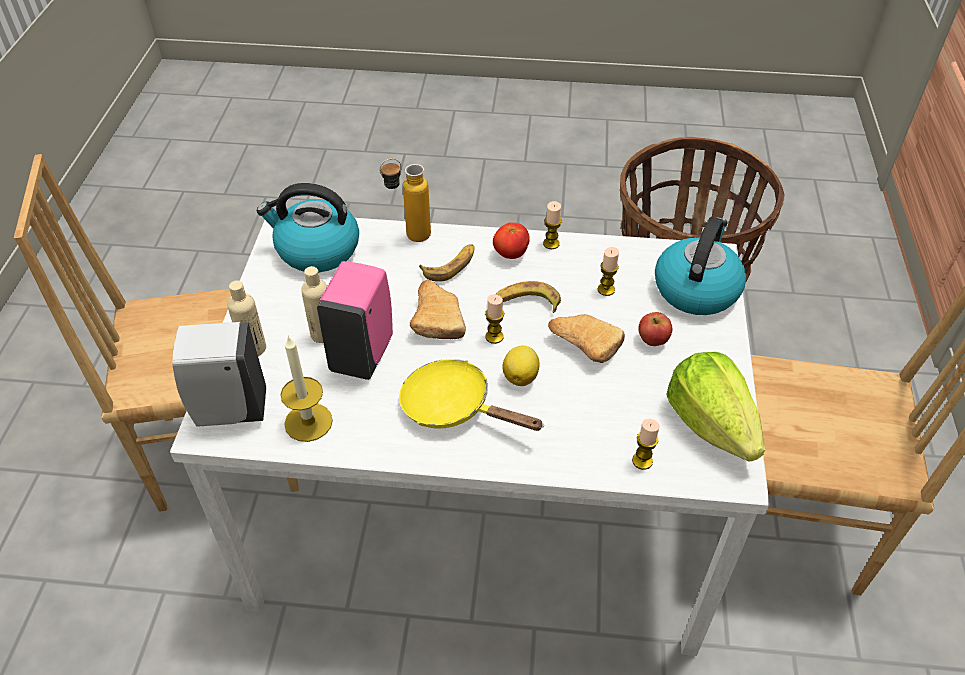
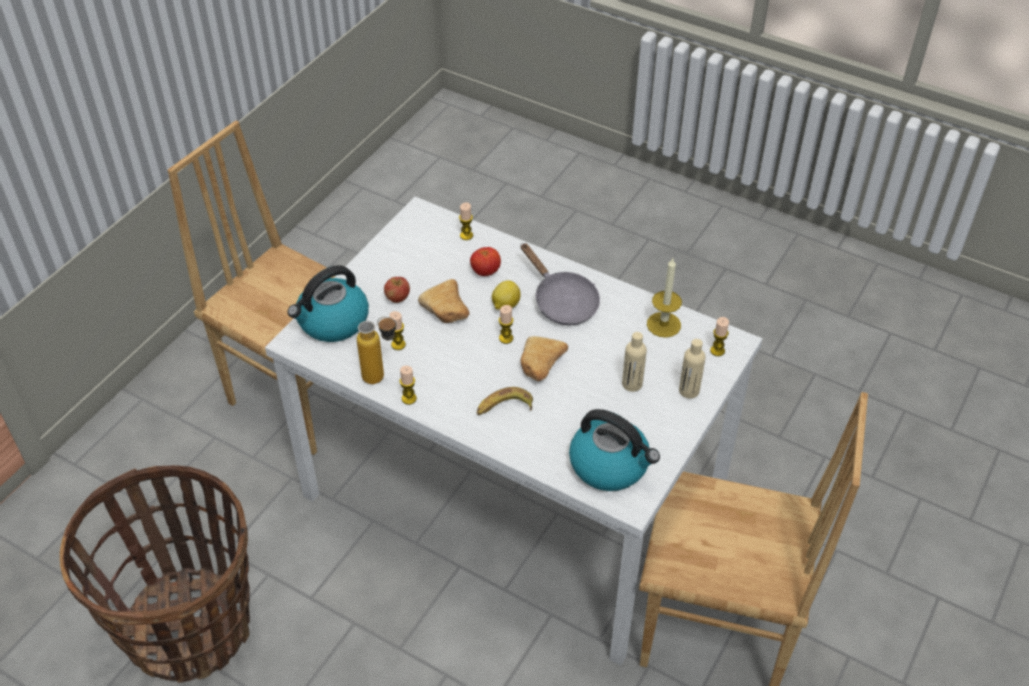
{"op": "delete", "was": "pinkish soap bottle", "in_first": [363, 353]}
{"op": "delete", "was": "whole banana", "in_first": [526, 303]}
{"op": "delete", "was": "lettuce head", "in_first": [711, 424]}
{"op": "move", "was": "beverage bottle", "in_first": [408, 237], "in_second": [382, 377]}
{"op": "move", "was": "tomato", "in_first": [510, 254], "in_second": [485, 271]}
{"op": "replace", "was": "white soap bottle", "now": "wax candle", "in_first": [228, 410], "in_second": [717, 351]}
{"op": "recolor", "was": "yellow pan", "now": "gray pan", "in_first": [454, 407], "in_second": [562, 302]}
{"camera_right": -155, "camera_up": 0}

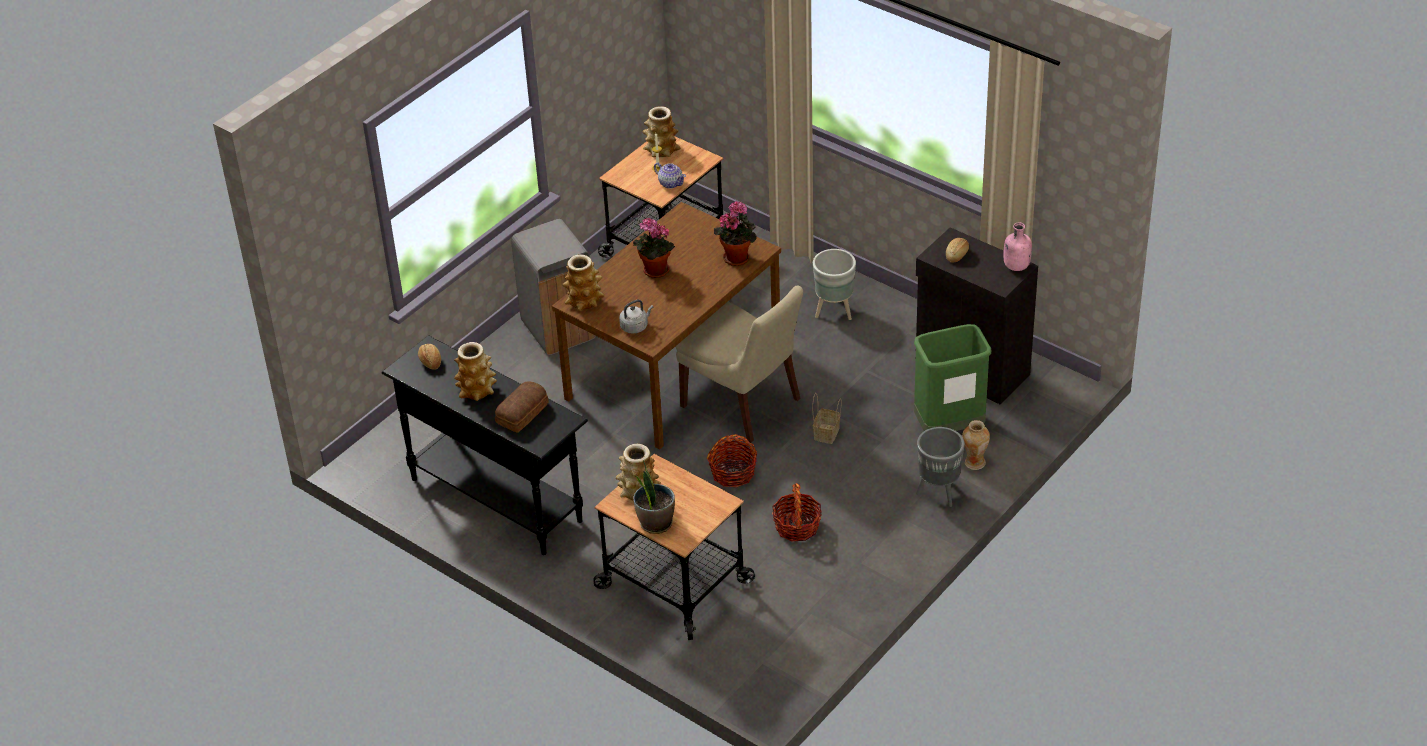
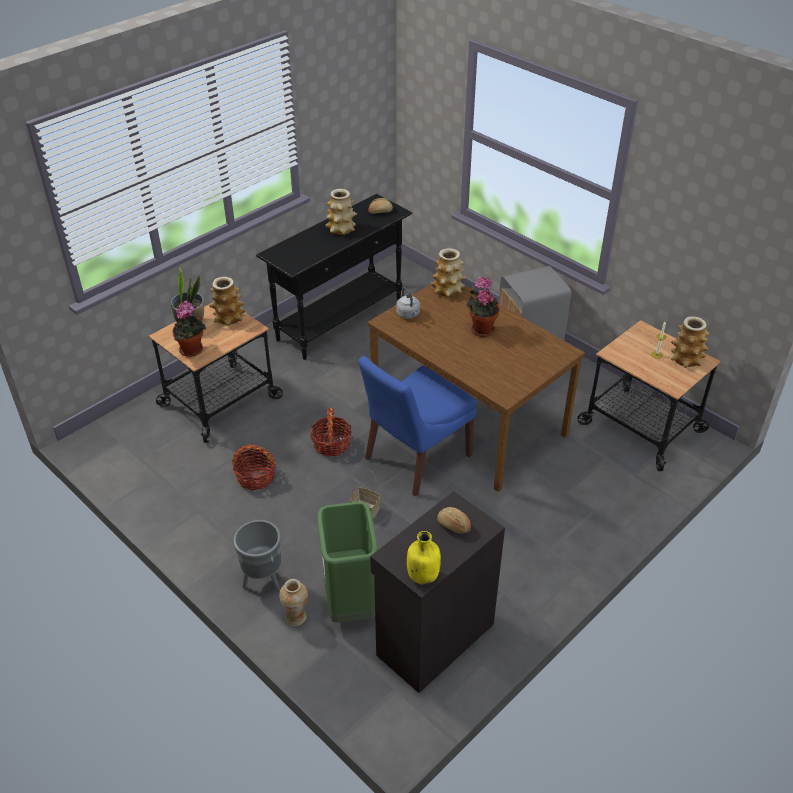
{"op": "delete", "was": "bakery bread", "in_first": [523, 413]}
{"op": "delete", "was": "pot for tea", "in_first": [670, 183]}
{"op": "delete", "was": "gray flower pot", "in_first": [835, 311]}
{"op": "move", "was": "houseplant", "in_first": [737, 257], "in_second": [193, 351]}
{"op": "recolor", "was": "sand-coloured chair", "now": "blue chair", "in_first": [744, 404], "in_second": [415, 459]}
{"op": "recolor", "was": "pinkish beverage bottle", "now": "yellow beverage bottle", "in_first": [1015, 266], "in_second": [423, 575]}
{"camera_right": 95, "camera_up": 0}

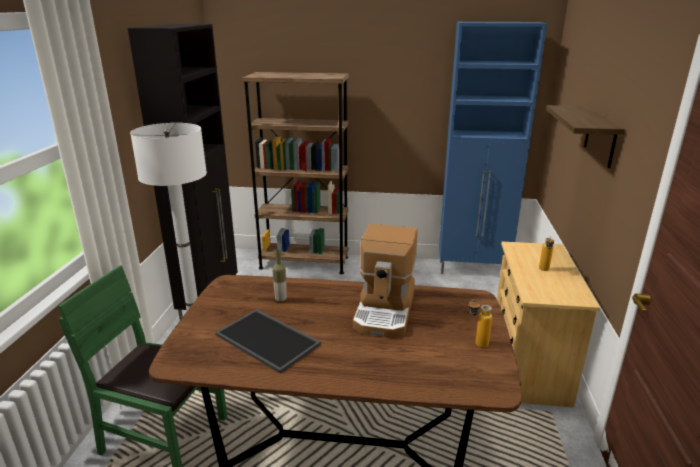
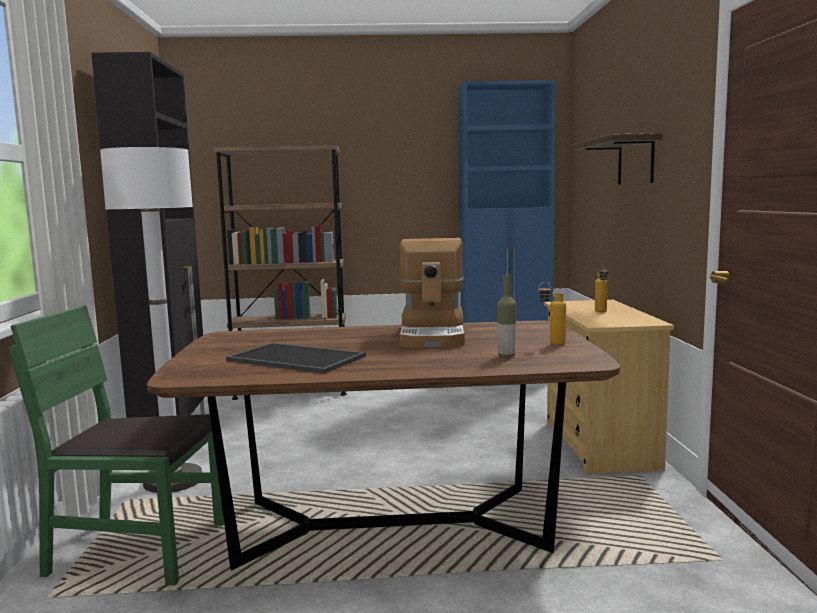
{"op": "move", "was": "beverage bottle", "in_first": [280, 299], "in_second": [506, 356]}
{"camera_right": -10, "camera_up": -15}

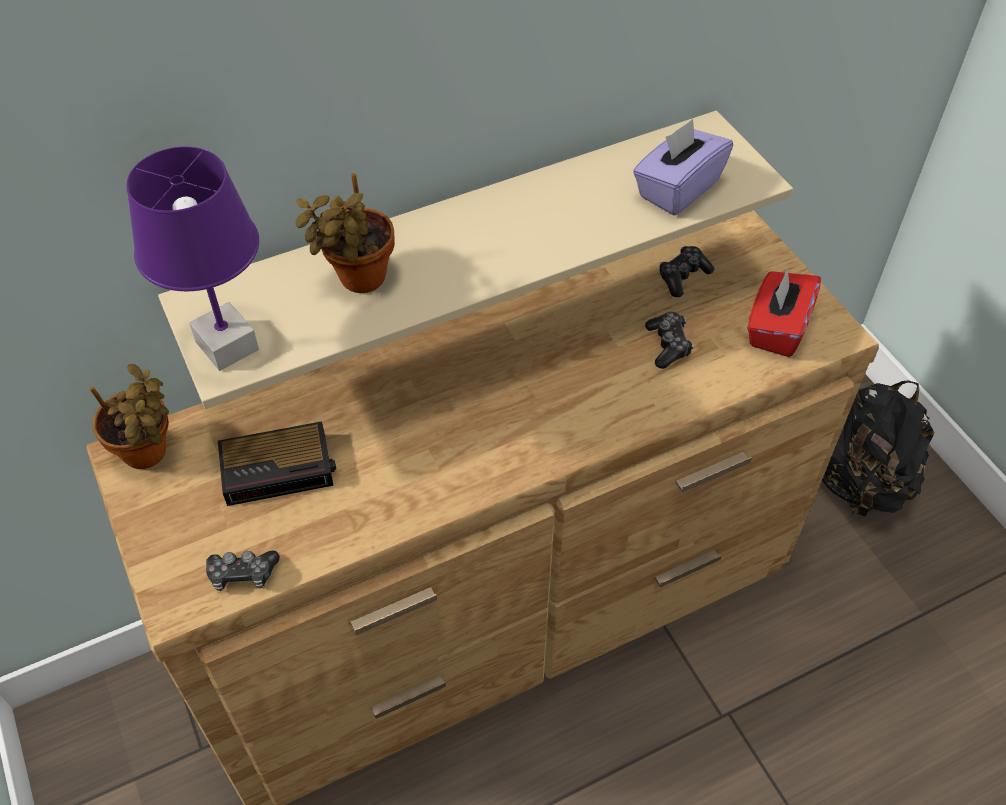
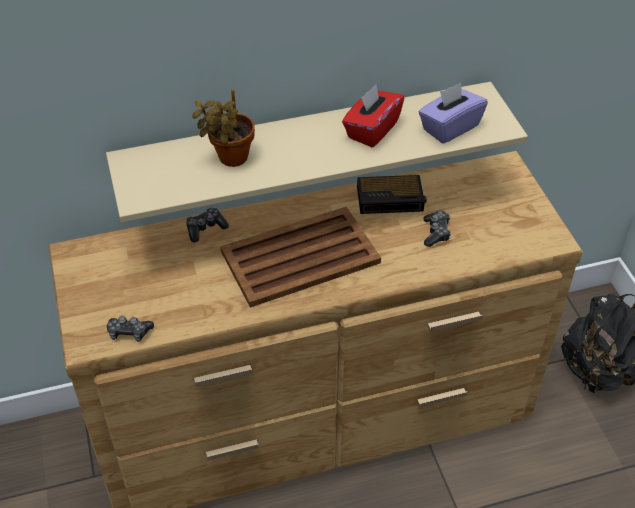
{"op": "delete", "was": "houseplant", "in_first": [149, 454]}
{"op": "delete", "was": "purplish lamp for a table", "in_first": [228, 346]}
{"op": "insert", "now": "brown serving tray", "in_second": [298, 257]}
{"op": "move", "was": "table clock", "in_first": [280, 468], "in_second": [391, 199]}
{"op": "move", "was": "joypad", "in_first": [683, 276], "in_second": [205, 228]}
{"op": "move", "was": "reddish box of tissues", "in_first": [776, 329], "in_second": [371, 130]}
{"camera_right": 10, "camera_up": -5}

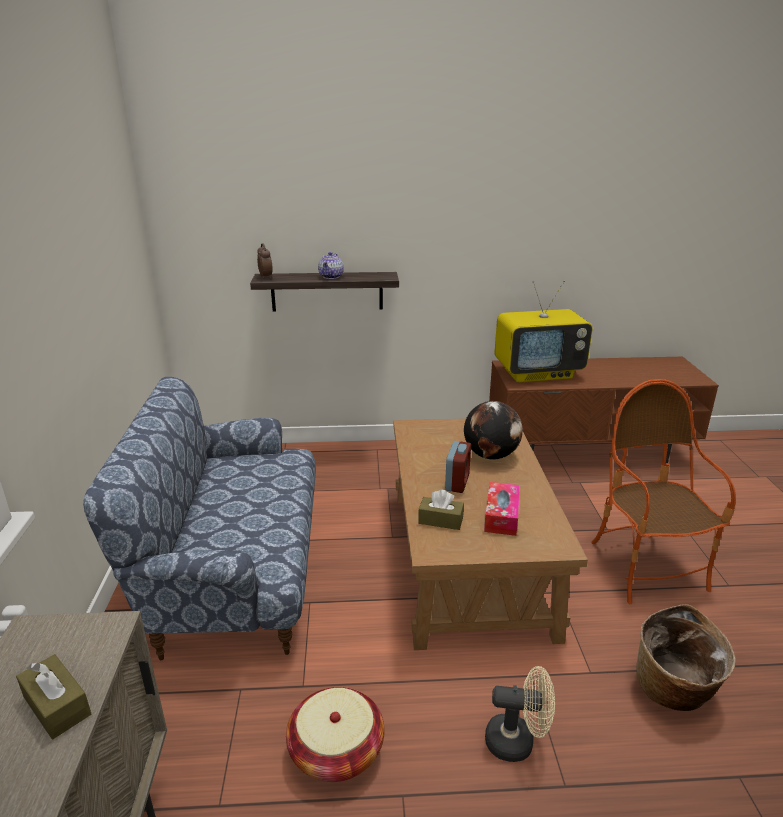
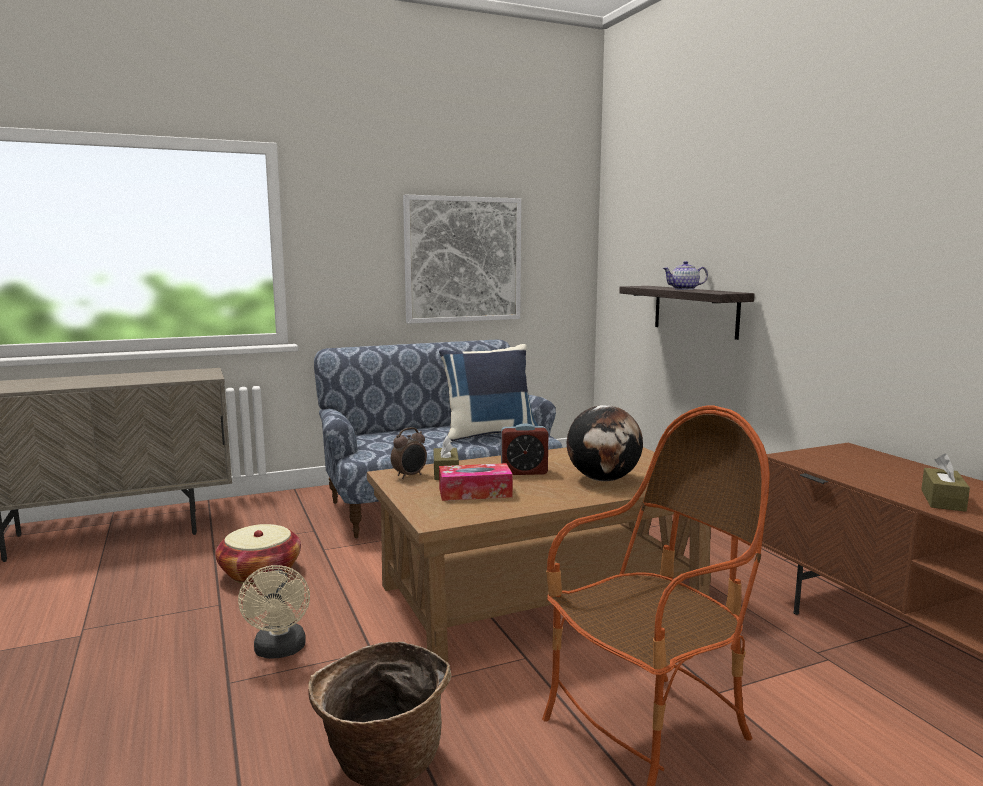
{"op": "delete", "was": "TV set", "in_first": [538, 373]}
{"op": "insert", "now": "picture", "in_second": [463, 259]}
{"op": "insert", "now": "blue cushion", "in_second": [489, 434]}
{"op": "move", "was": "brown box of tissues", "in_first": [57, 706], "in_second": [942, 500]}
{"op": "move", "was": "table clock", "in_first": [266, 277], "in_second": [410, 476]}
{"camera_right": 70, "camera_up": -15}

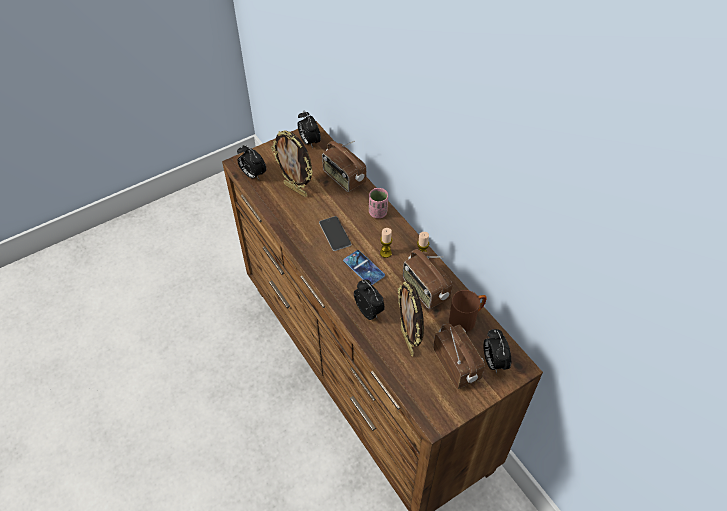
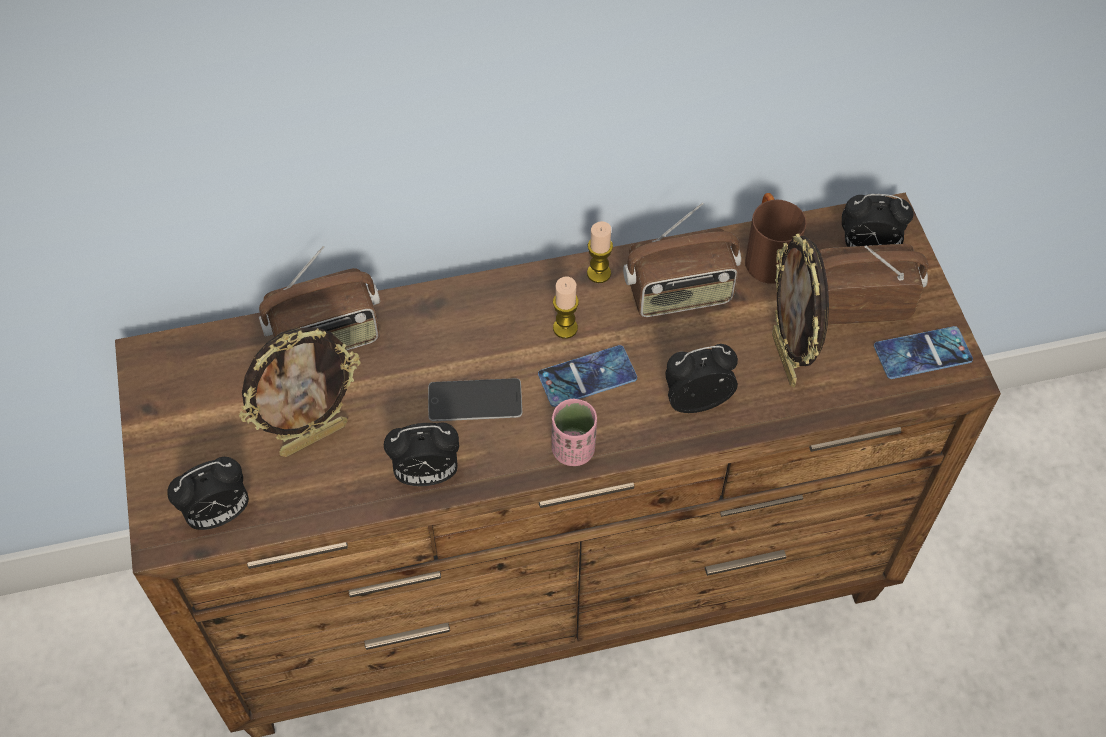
{"op": "insert", "now": "phone", "in_second": [922, 353]}
{"op": "move", "was": "table clock", "in_first": [309, 142], "in_second": [426, 474]}
{"op": "move", "was": "pinkish small cup", "in_first": [378, 212], "in_second": [573, 449]}
{"op": "rotate", "was": "standing frame", "in_first": [408, 342], "in_second": [786, 359], "clockwise": 75}
{"camera_right": -70, "camera_up": 5}

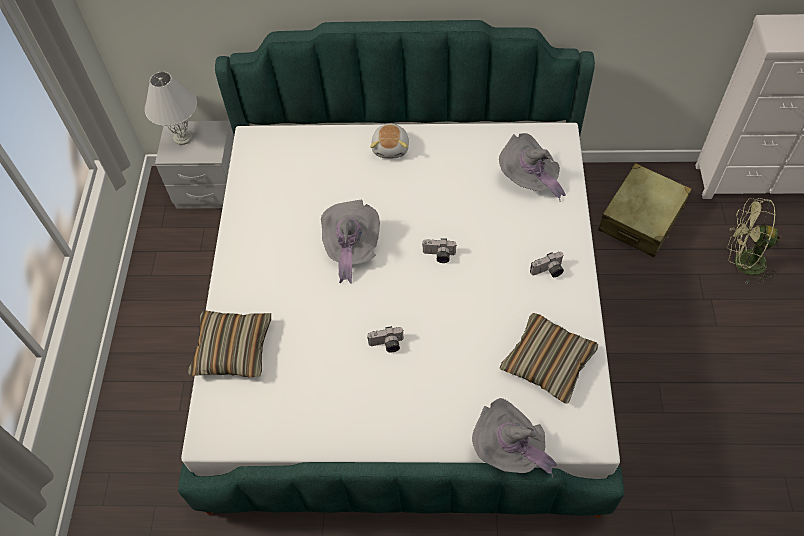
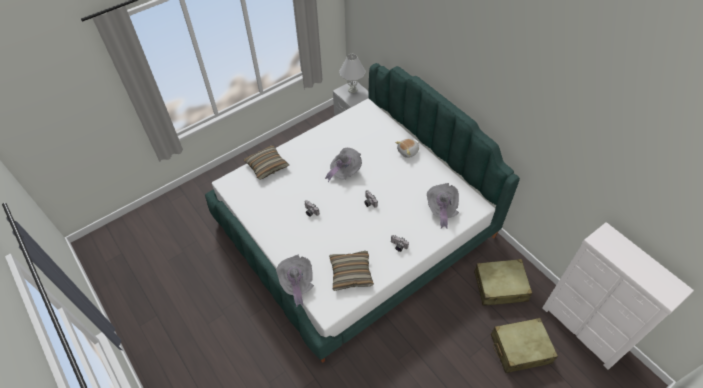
{"op": "replace", "was": "greenish electric fan", "now": "sand-coloured piece of luggage", "in_first": [742, 262], "in_second": [520, 349]}
{"camera_right": 50, "camera_up": -5}

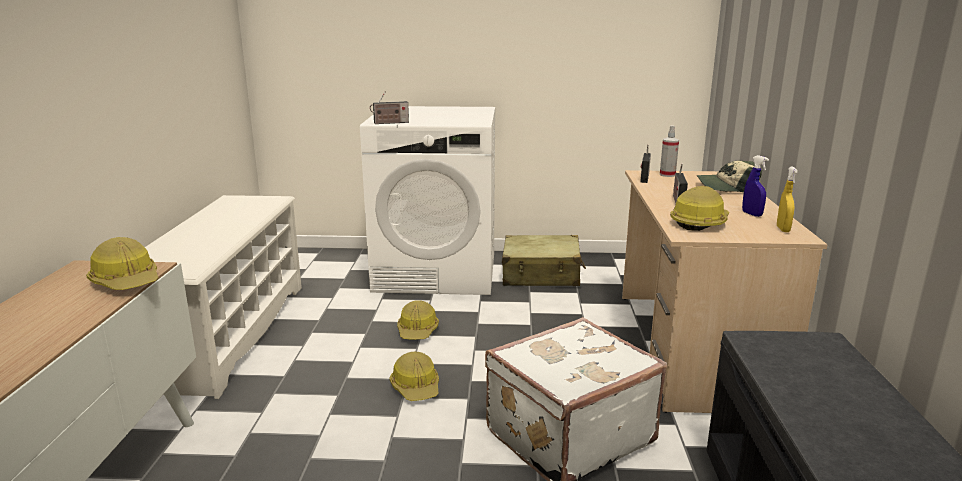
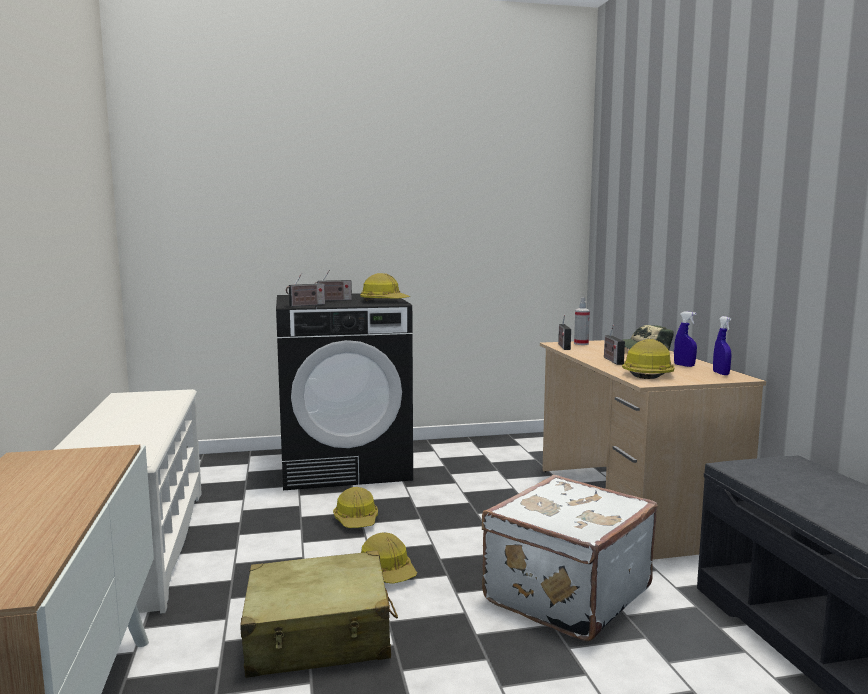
{"op": "insert", "now": "radio set", "in_second": [333, 300]}
{"op": "move", "was": "hard hat", "in_first": [127, 281], "in_second": [384, 301]}
{"op": "move", "was": "sand-coloured piece of luggage", "in_first": [541, 274], "in_second": [319, 635]}
{"op": "recolor", "was": "white laundry machine", "now": "blackish laundry machine", "in_first": [437, 272], "in_second": [345, 465]}
{"op": "recolor", "was": "yellow sprayer", "now": "blue sprayer", "in_first": [783, 229], "in_second": [721, 373]}
{"camera_right": -15, "camera_up": -10}

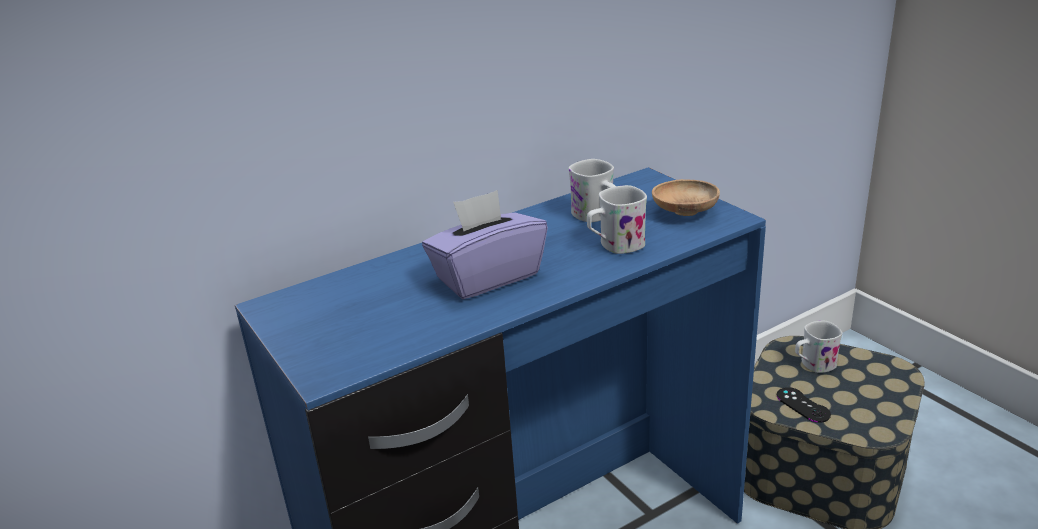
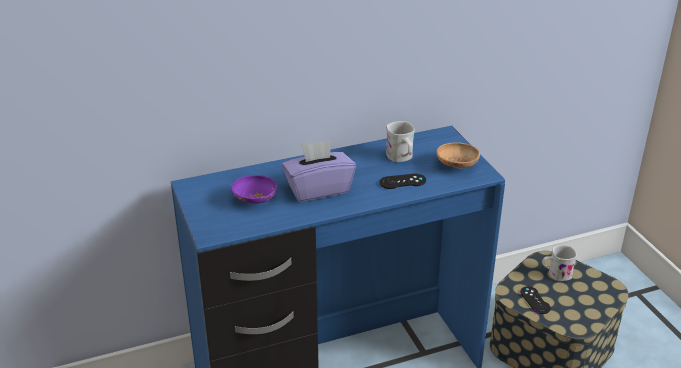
{"op": "insert", "now": "purplish bowl", "in_second": [255, 199]}
{"op": "replace", "was": "white tea mug", "now": "blackish joypad", "in_first": [615, 246], "in_second": [402, 181]}
{"camera_right": 10, "camera_up": 5}

